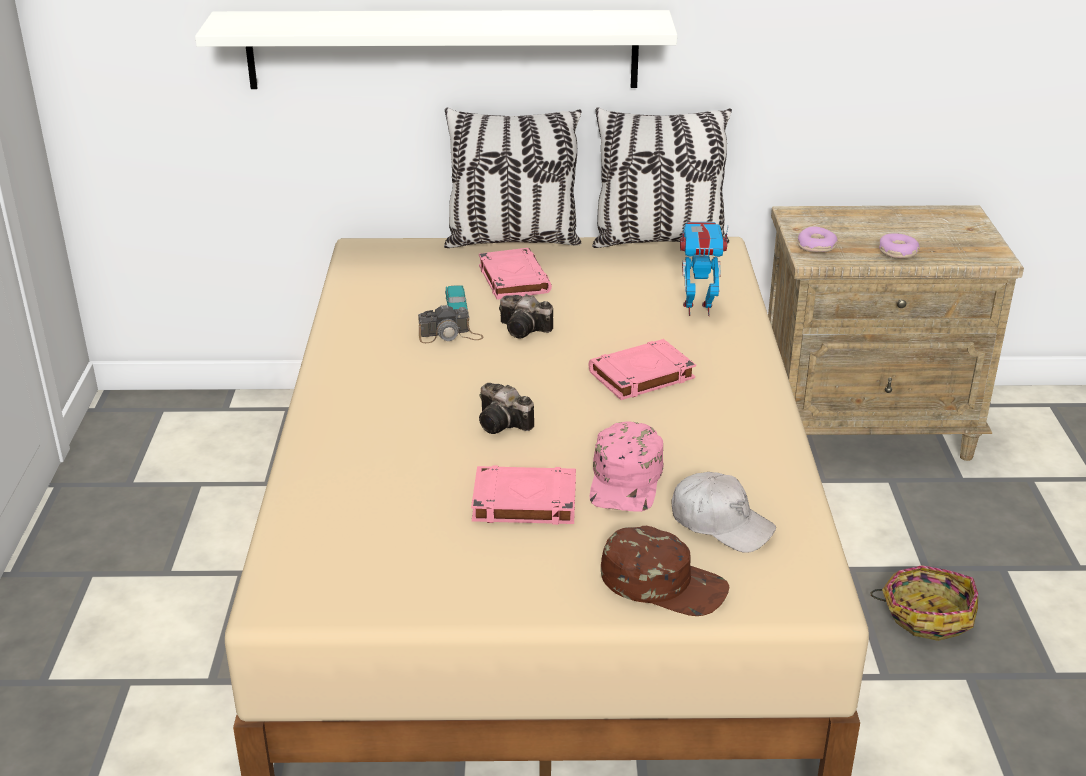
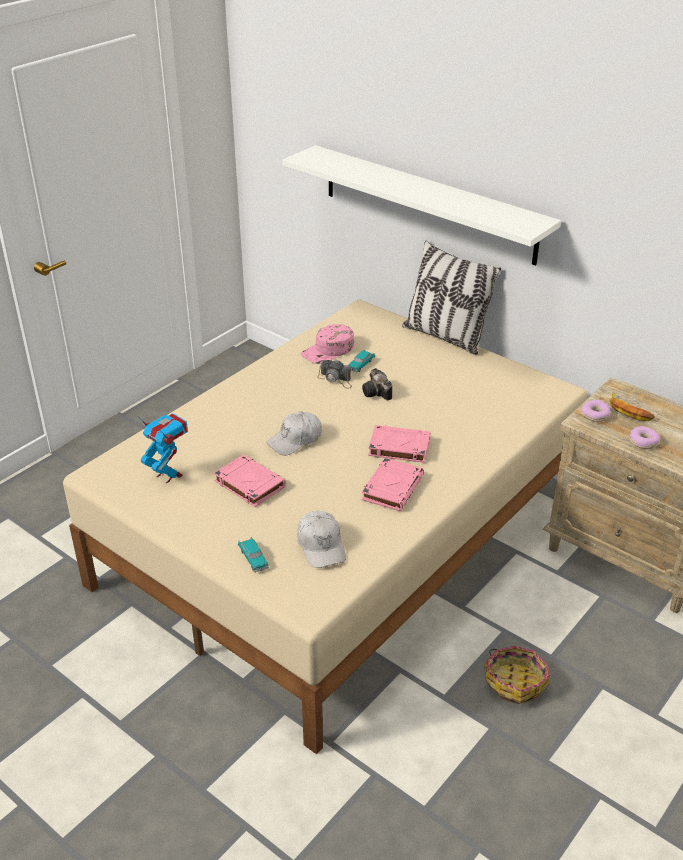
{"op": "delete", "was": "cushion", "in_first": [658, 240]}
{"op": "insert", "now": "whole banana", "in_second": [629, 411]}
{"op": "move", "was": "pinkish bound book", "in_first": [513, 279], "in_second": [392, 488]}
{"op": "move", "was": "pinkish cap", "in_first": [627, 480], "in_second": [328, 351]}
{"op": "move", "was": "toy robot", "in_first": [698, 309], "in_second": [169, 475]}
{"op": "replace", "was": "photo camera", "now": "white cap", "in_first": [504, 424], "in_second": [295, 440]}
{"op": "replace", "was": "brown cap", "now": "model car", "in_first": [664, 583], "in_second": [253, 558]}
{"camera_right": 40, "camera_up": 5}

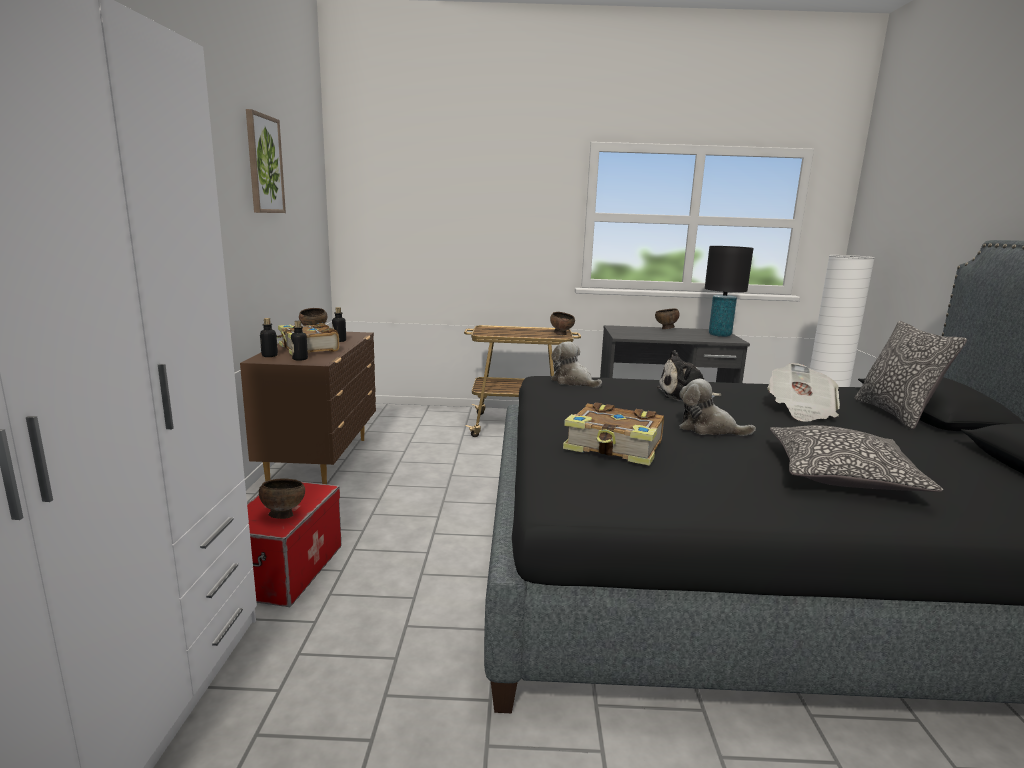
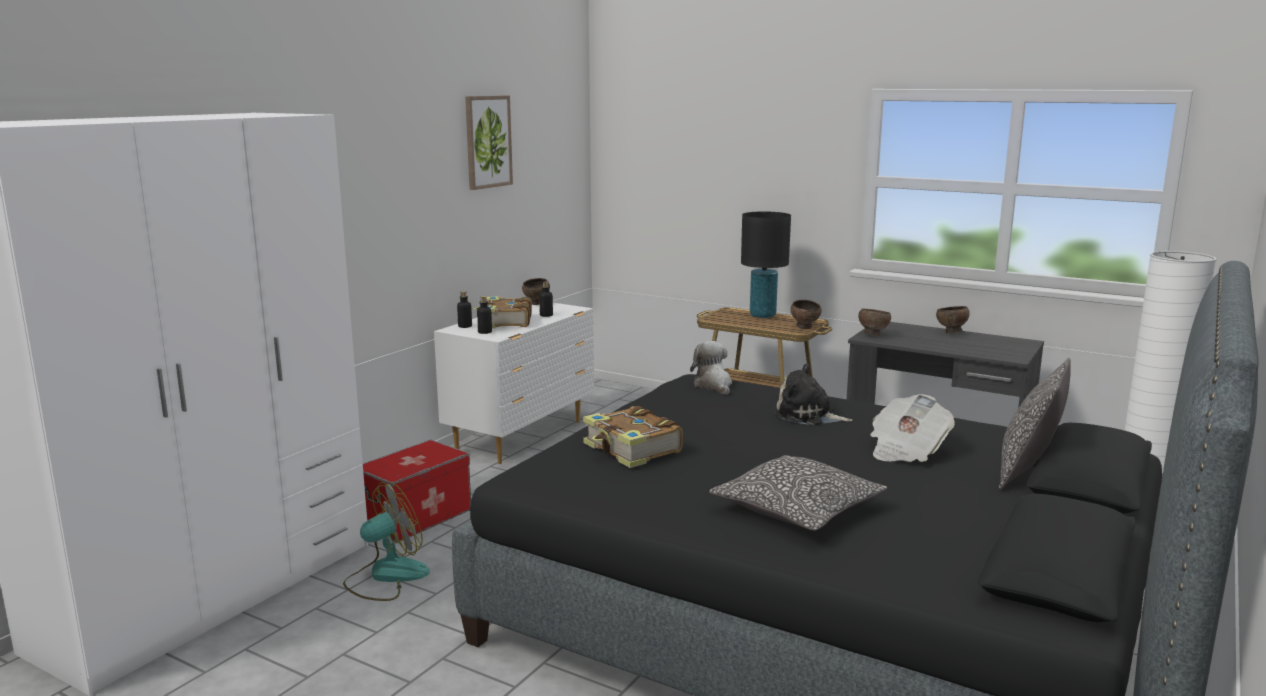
{"op": "delete", "was": "soft toy", "in_first": [708, 429]}
{"op": "insert", "now": "electric fan", "in_second": [386, 576]}
{"op": "move", "was": "brown bowl", "in_first": [283, 515], "in_second": [872, 335]}
{"op": "move", "was": "blackish lamp for a table", "in_first": [719, 335], "in_second": [762, 315]}
{"op": "recolor", "was": "brown dresser", "now": "white dresser", "in_first": [322, 461], "in_second": [522, 436]}
{"camera_right": 30, "camera_up": 0}

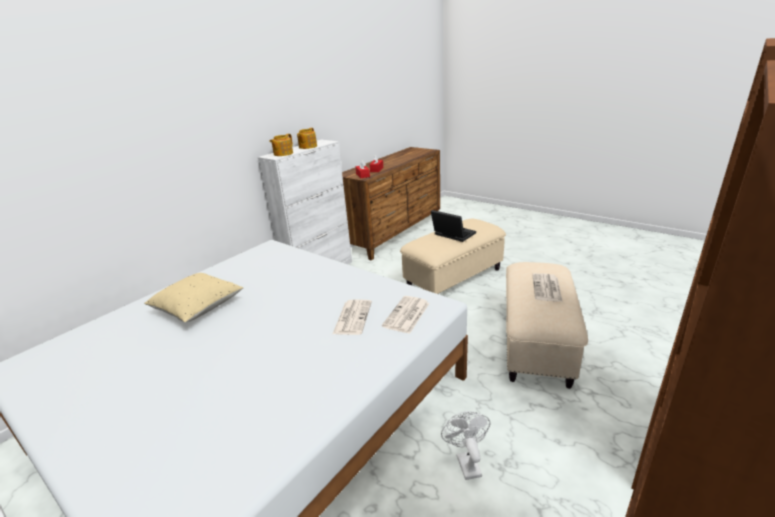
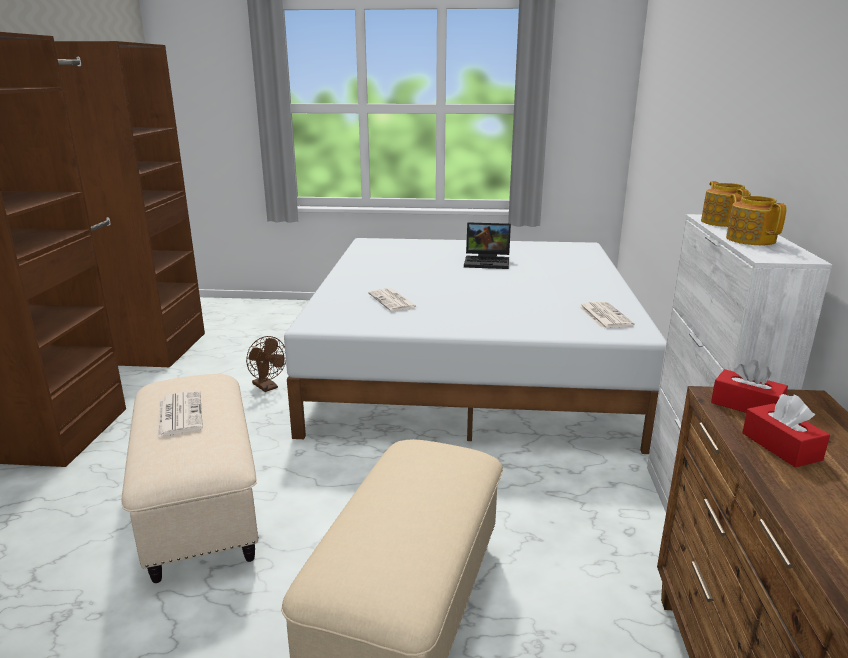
{"op": "delete", "was": "sand-coloured cushion", "in_first": [198, 308]}
{"op": "move", "was": "newspaper", "in_first": [406, 315], "in_second": [604, 316]}
{"op": "move", "was": "portable computer", "in_first": [452, 235], "in_second": [488, 262]}
{"op": "recolor", "was": "white electric fan", "now": "brown electric fan", "in_first": [466, 461], "in_second": [267, 387]}
{"camera_right": 145, "camera_up": -5}

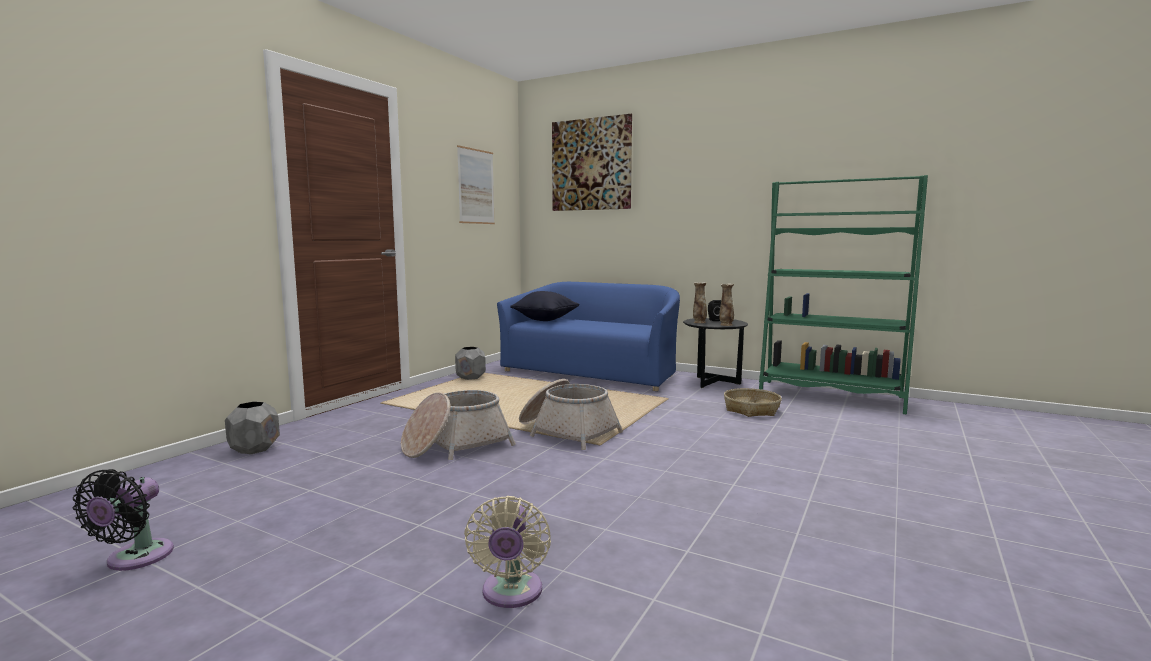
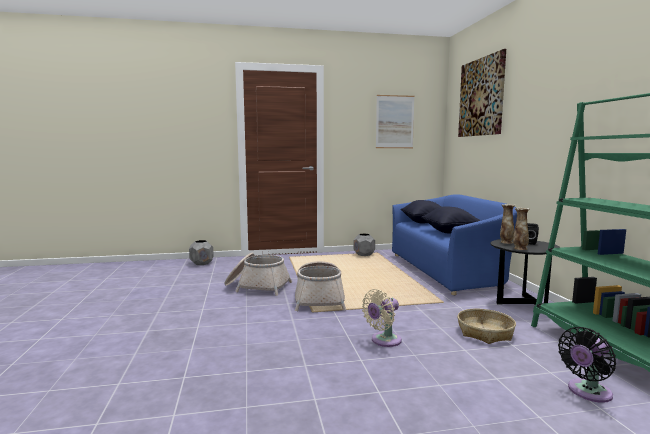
{"op": "insert", "now": "blackish cushion", "in_second": [450, 232]}
{"op": "move", "was": "blackish electric fan", "in_first": [134, 559], "in_second": [587, 392]}
{"op": "move", "was": "sand-coloured electric fan", "in_first": [511, 594], "in_second": [383, 341]}
{"camera_right": 50, "camera_up": 0}

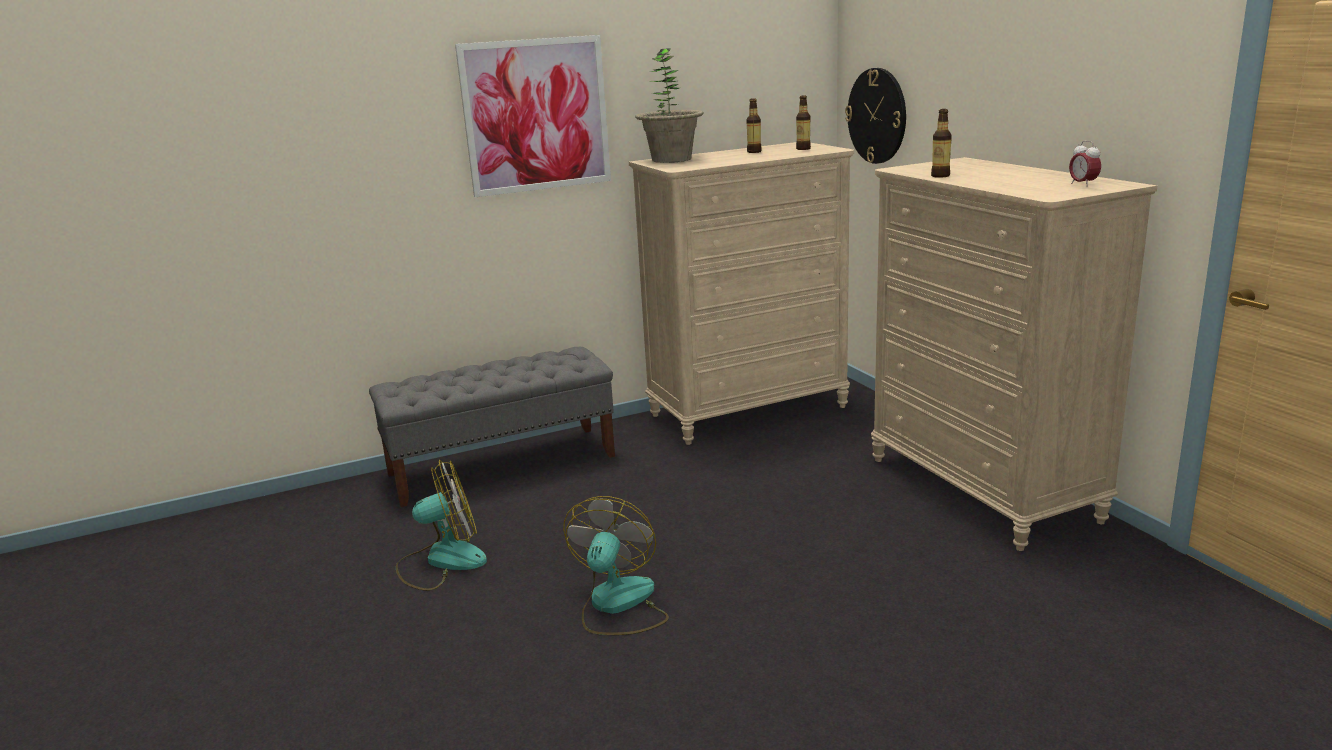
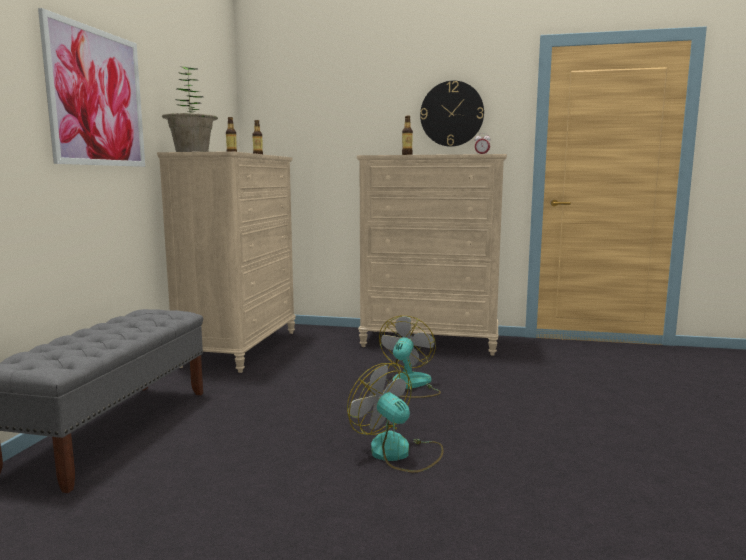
{"op": "move", "was": "electric fan", "in_first": [442, 561], "in_second": [408, 385]}
{"op": "move", "was": "clock on the wall", "in_first": [877, 116], "in_second": [452, 114]}
{"camera_right": -55, "camera_up": -10}

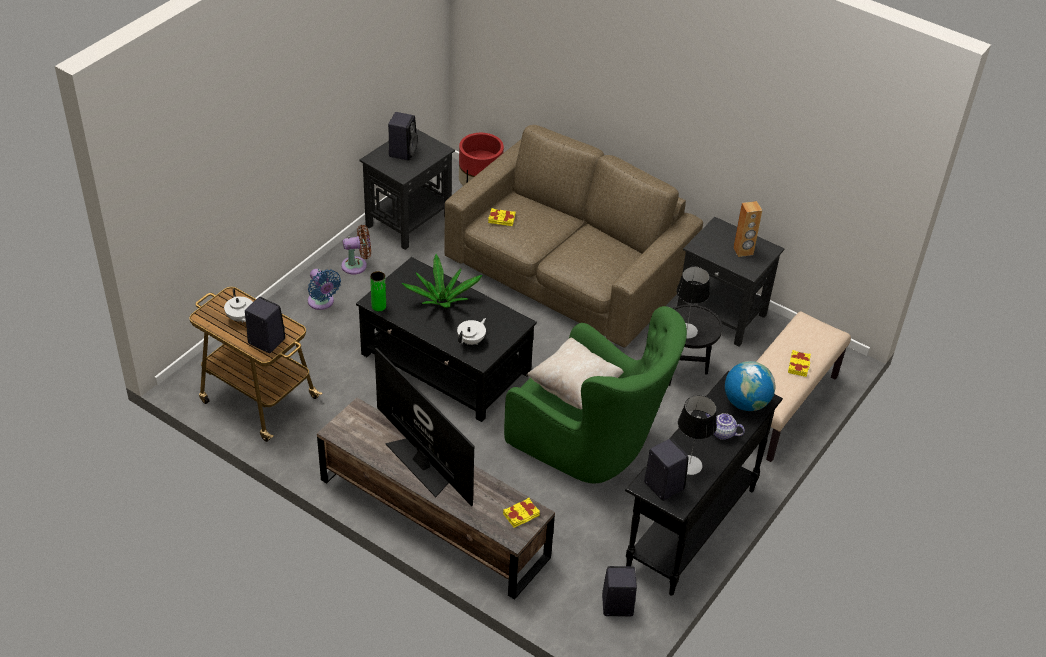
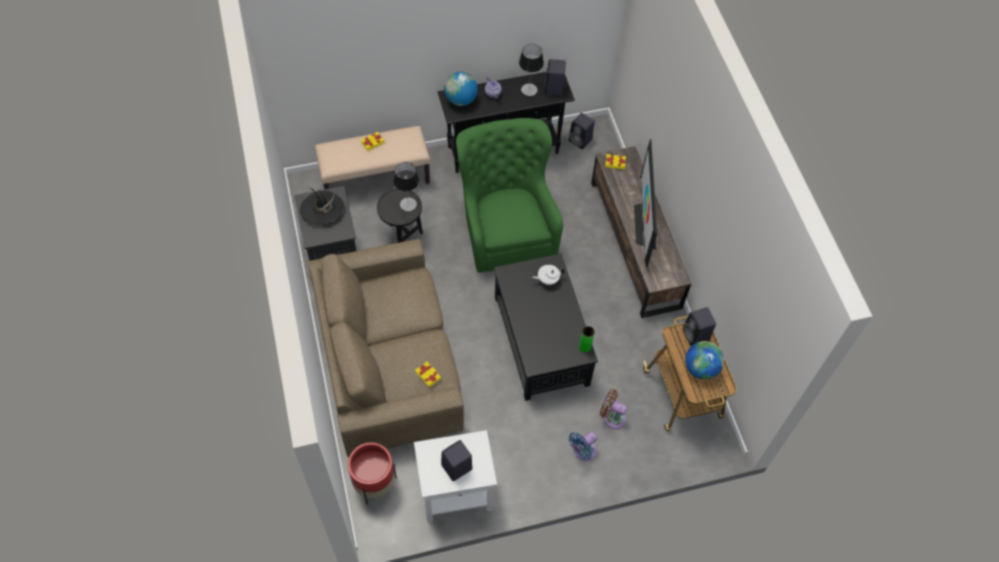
{"op": "delete", "was": "houseplant", "in_first": [442, 300]}
{"op": "delete", "was": "sand-coloured cushion", "in_first": [574, 387]}
{"op": "move", "was": "brown electric fan", "in_first": [357, 265], "in_second": [612, 417]}
{"op": "replace", "was": "white pot for tea", "now": "desk globe", "in_first": [240, 318], "in_second": [700, 368]}
{"op": "replace", "was": "brown audio speaker", "now": "blackish wearable hat", "in_first": [743, 251], "in_second": [322, 209]}
{"op": "recolor", "was": "blackish side table", "now": "white side table", "in_first": [408, 222], "in_second": [457, 491]}
{"op": "rotate", "was": "blue electric fan", "in_first": [322, 302], "in_second": [583, 451], "clockwise": -135}
{"camera_right": -140, "camera_up": 15}

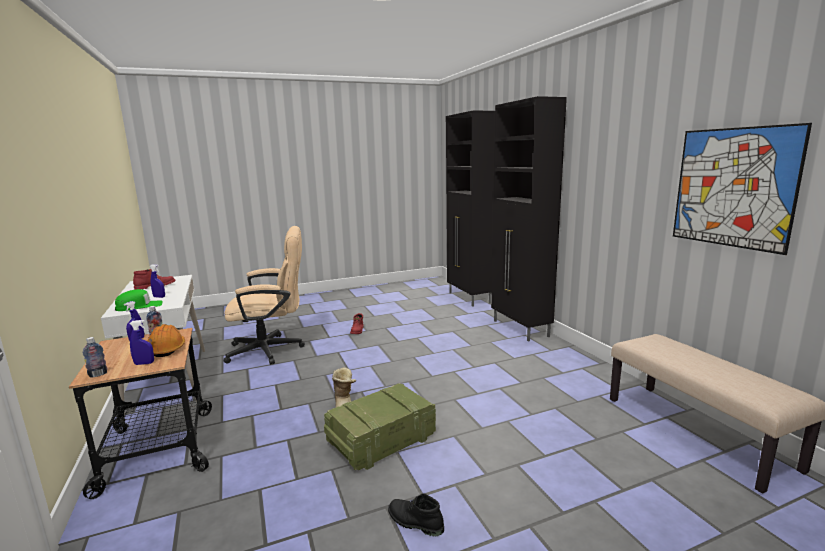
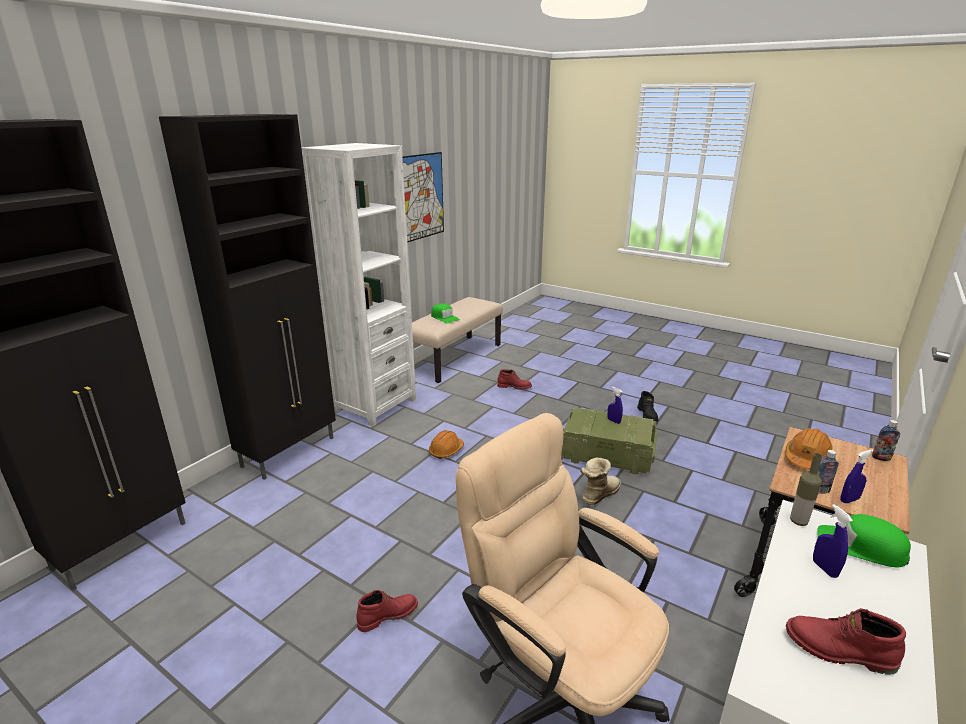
{"op": "insert", "now": "white shelving unit", "in_second": [374, 405]}
{"op": "insert", "now": "orange-coloured hard hat", "in_second": [446, 451]}
{"op": "insert", "now": "greenish cap", "in_second": [444, 318]}
{"op": "insert", "now": "reddish high-top boot", "in_second": [514, 387]}
{"op": "insert", "now": "beverage bottle", "in_second": [798, 521]}
{"op": "move", "was": "blue sprayer", "in_first": [144, 363], "in_second": [613, 421]}
{"camera_right": -125, "camera_up": 10}

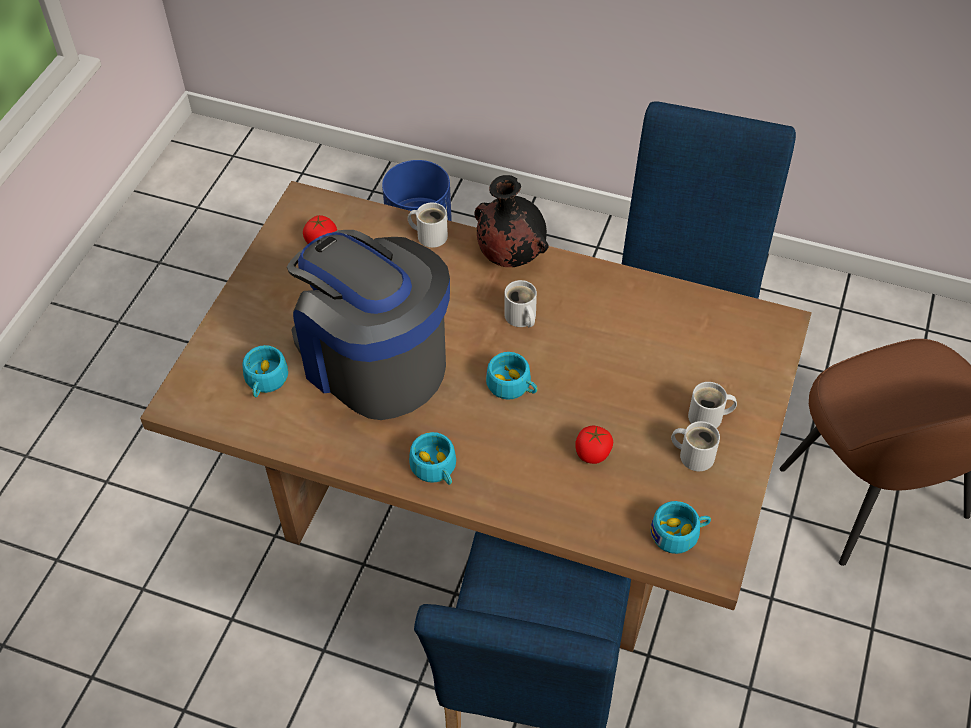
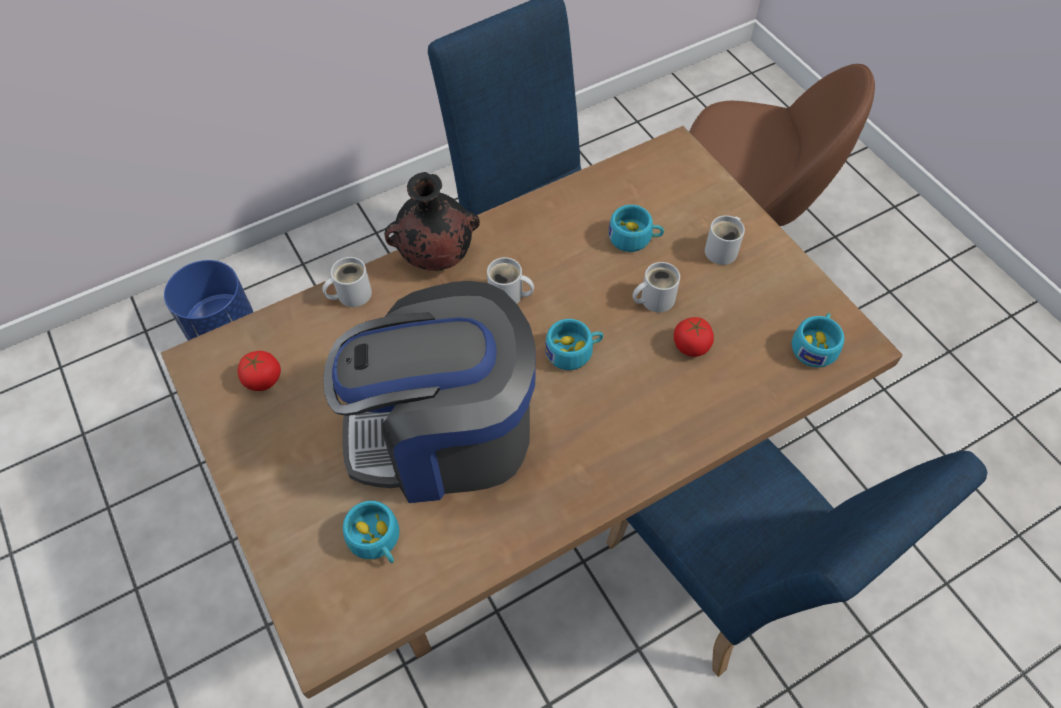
{"op": "move", "was": "turquoise-coloured small cup", "in_first": [436, 469], "in_second": [634, 238]}
{"op": "move", "was": "white tea mug", "in_first": [694, 454], "in_second": [654, 299]}
{"camera_right": -50, "camera_up": 5}

